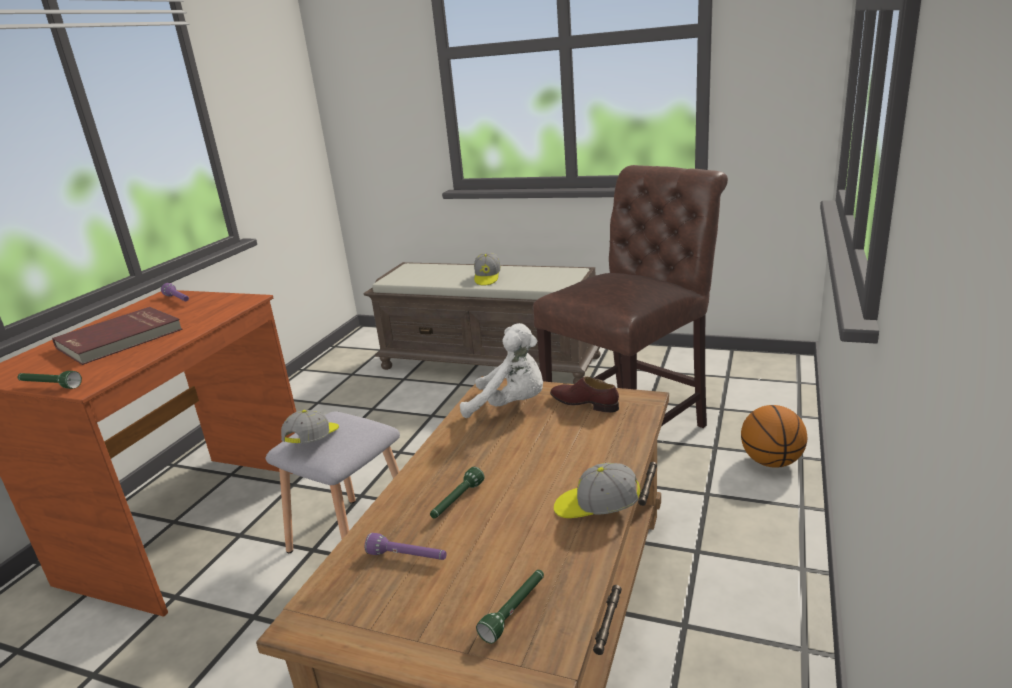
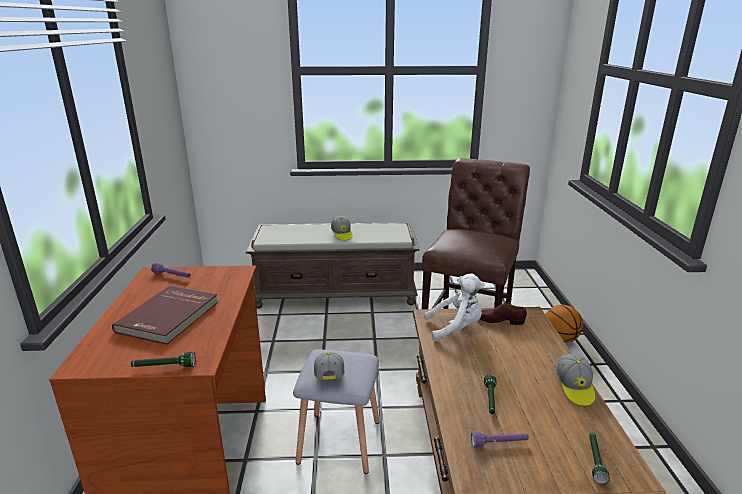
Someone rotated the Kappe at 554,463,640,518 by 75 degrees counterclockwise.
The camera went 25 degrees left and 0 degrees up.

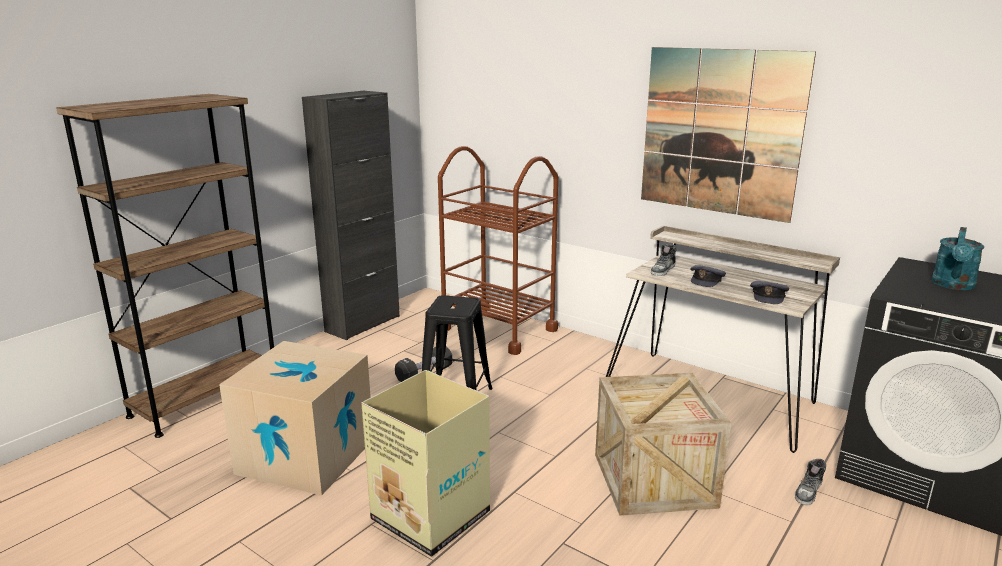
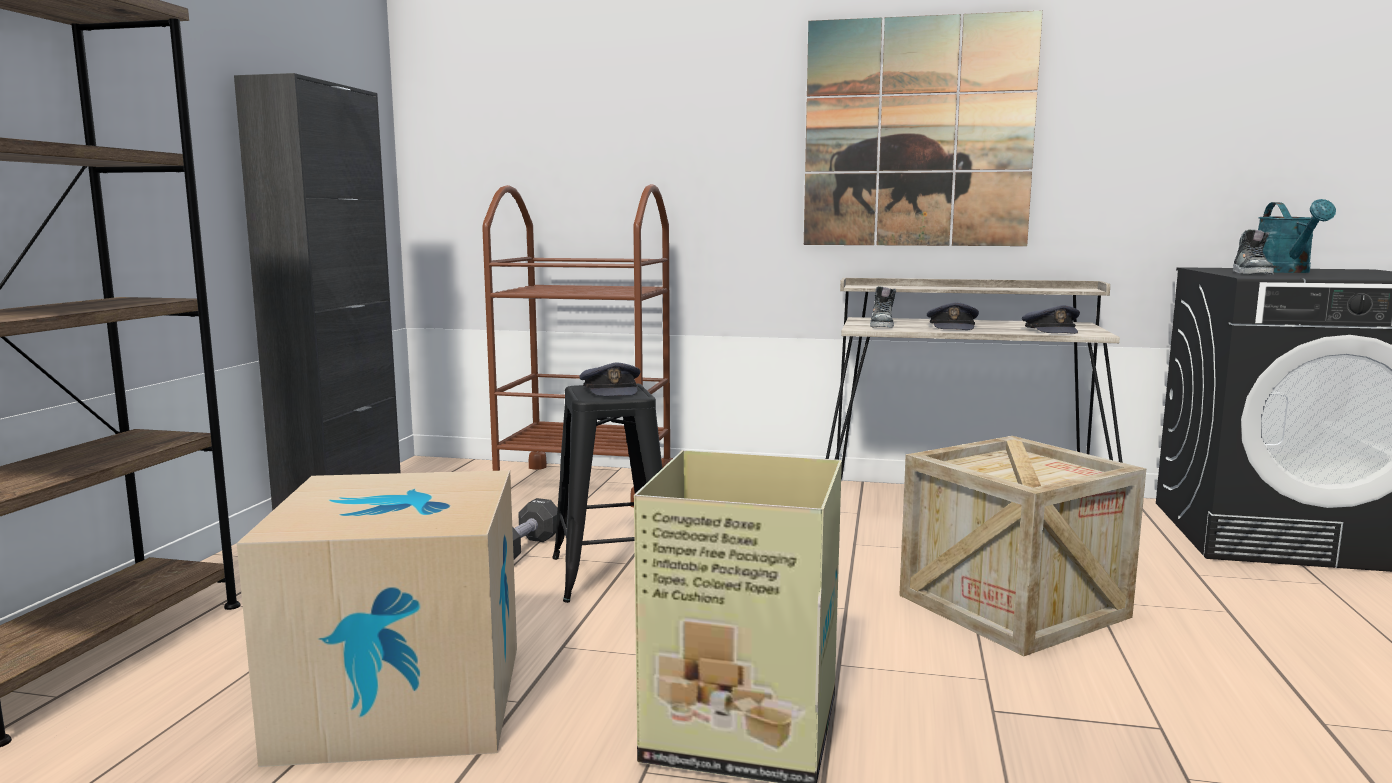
Someone put down the Kappe (grau) at 580,363,640,396.
Someone carried the Schuh from 795,459,826,505 to 1233,229,1274,275.
The camera went 25 degrees left and 10 degrees down.

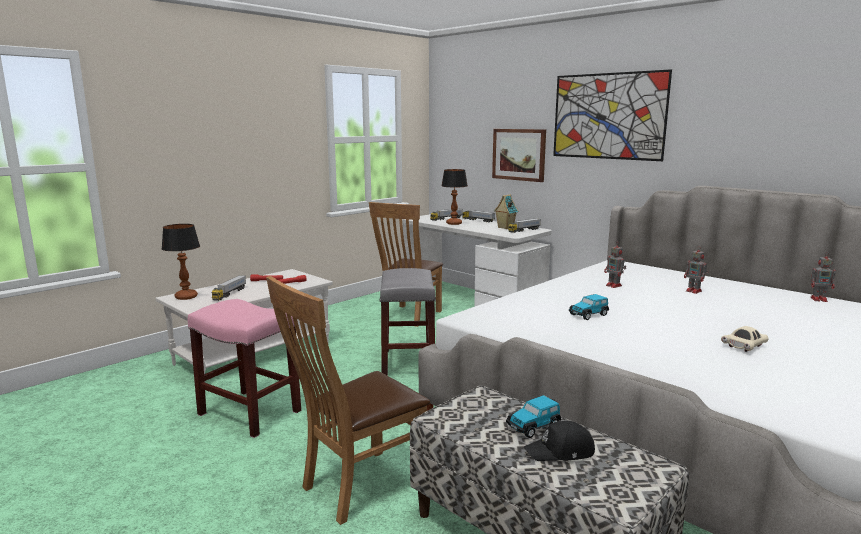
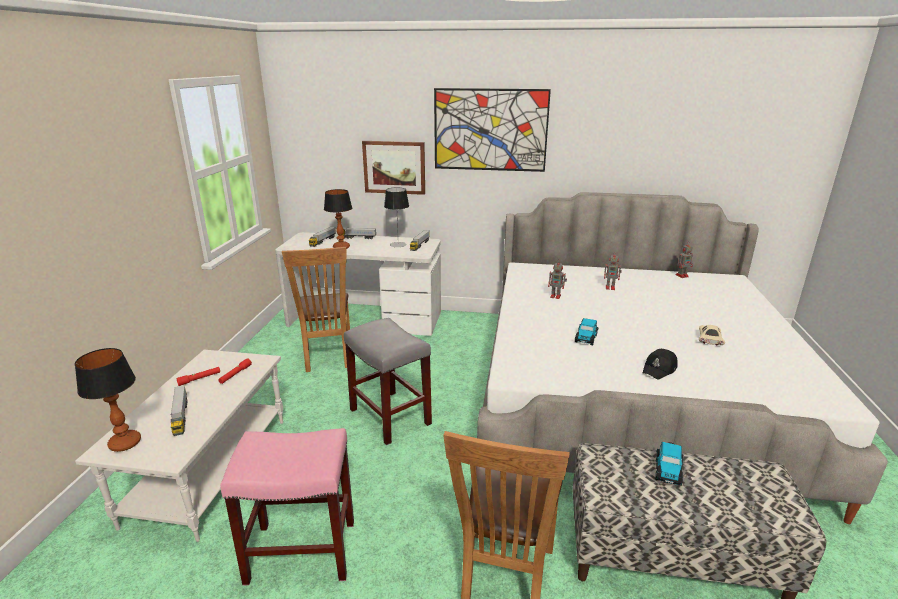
Someone swapped the Spielzeughaus at 494,194,518,229 for the Tischlampe at 384,187,409,247.
Someone carried the Kappe (schwarz) from 524,421,595,461 to 643,349,678,379.
The camera went 35 degrees left and 10 degrees up.

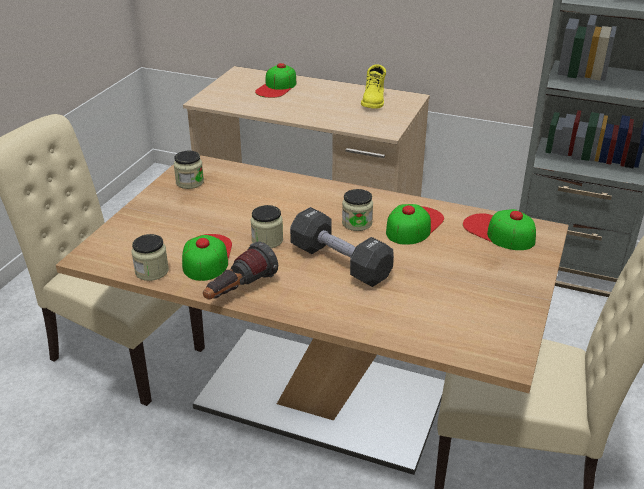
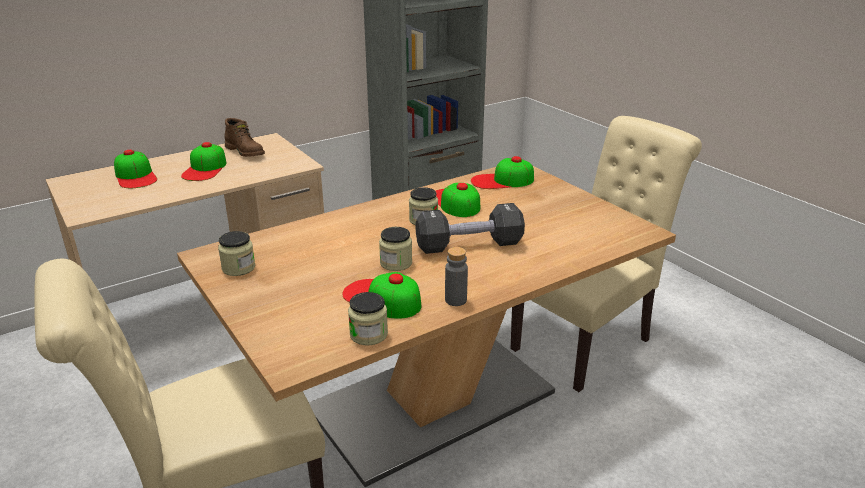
Someone put down the Kappe at 181,142,226,181.
Someone repainted the Stiefel (gelb) at 361,64,386,109, which became the Stiefel (braun) at 225,118,265,157.
Someone swapped the Taschenlampe at 203,241,278,300 for the Flasche (grau) at 445,247,468,306.
The camera went 55 degrees left and 5 degrees down.

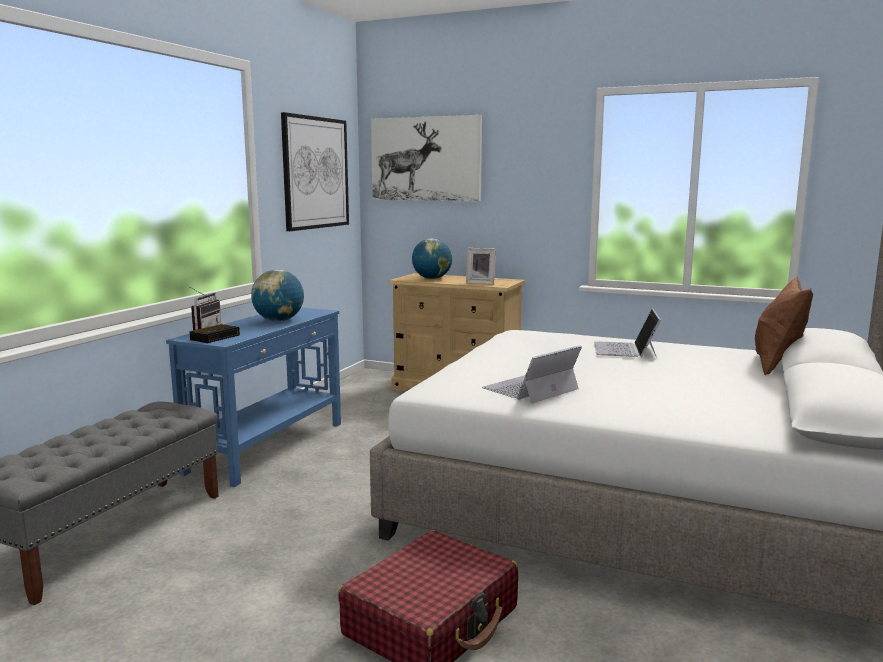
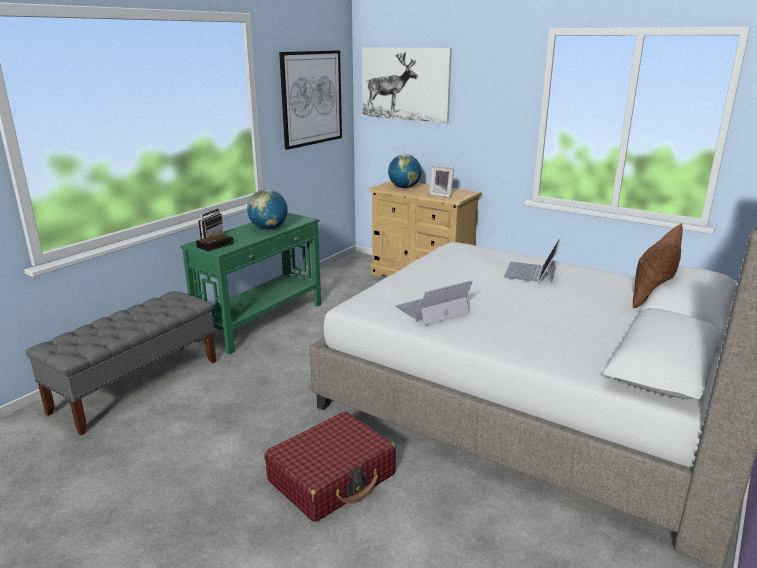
Someone repainted the Konsolentisch (blau) at 166,307,341,487, which became the Konsolentisch (grün) at 180,213,321,355.
The camera went 10 degrees right and 10 degrees up.

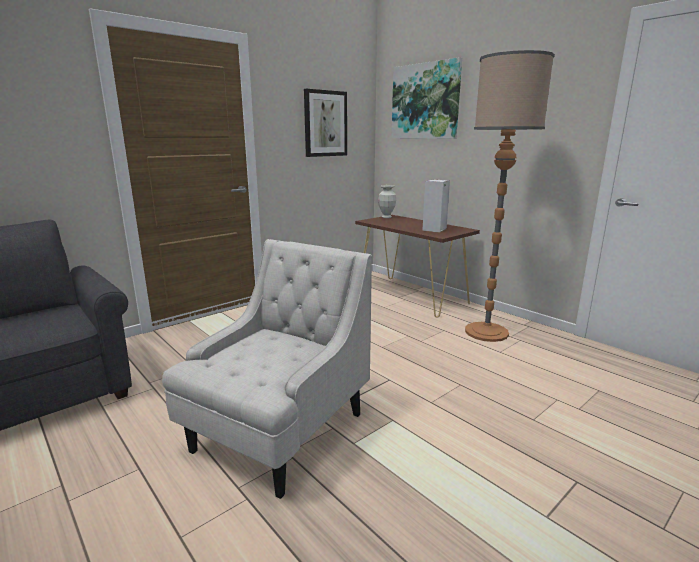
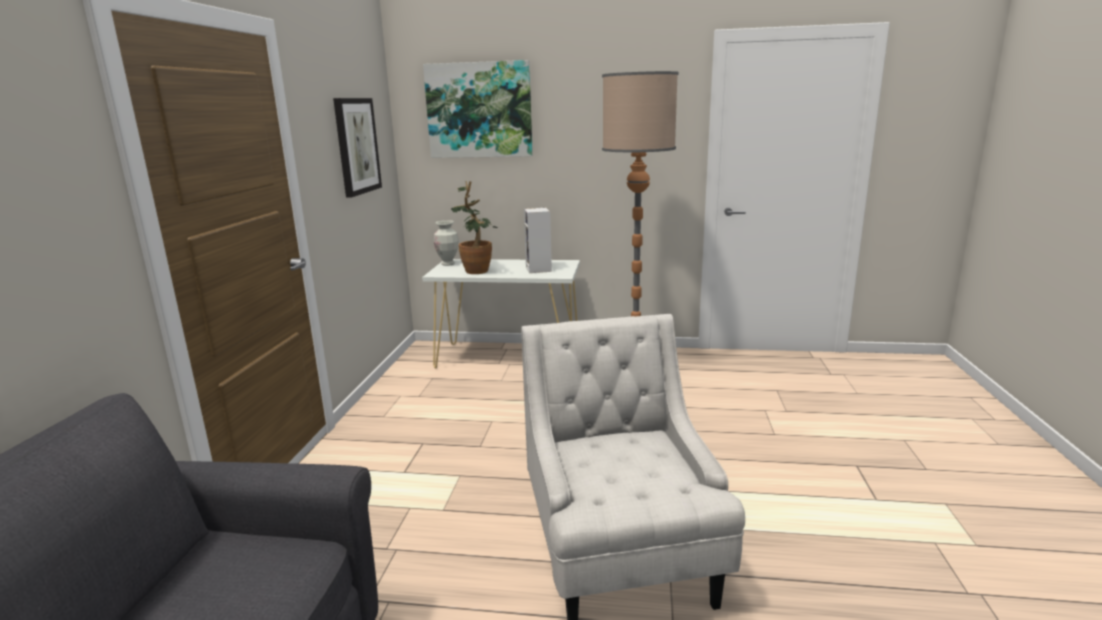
Someone repainted the Konsolentisch (braun) at 355,215,480,318, which became the Konsolentisch (weiß) at 422,259,580,369.
Someone put down the Topfpflanze at 451,181,498,274.
The camera went 40 degrees left and 0 degrees up.

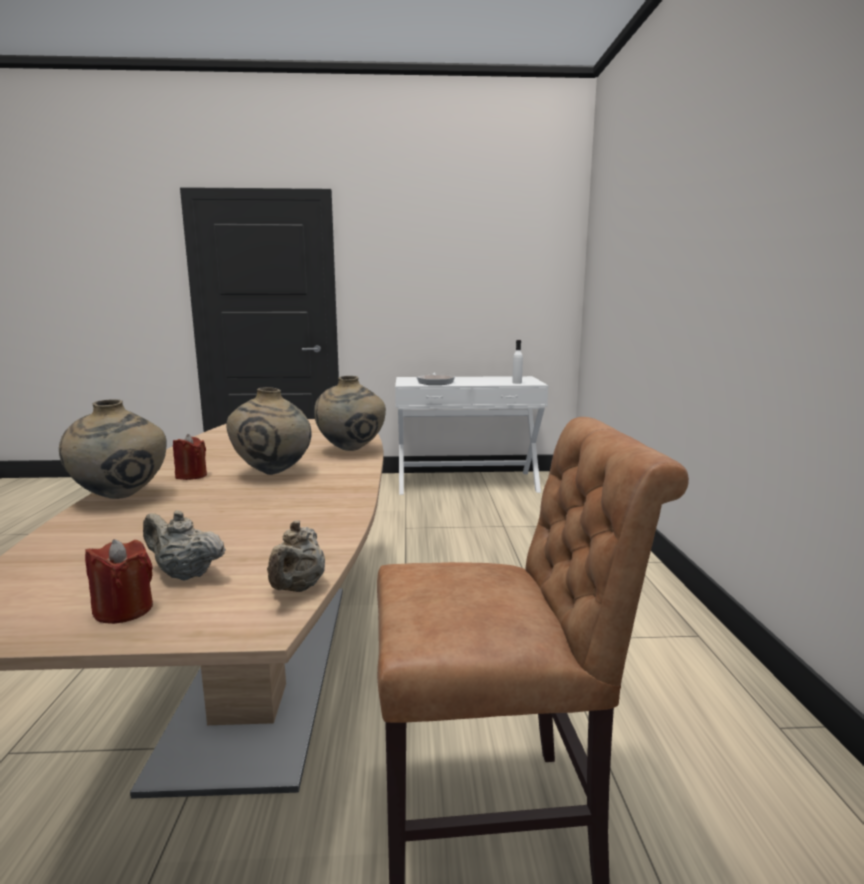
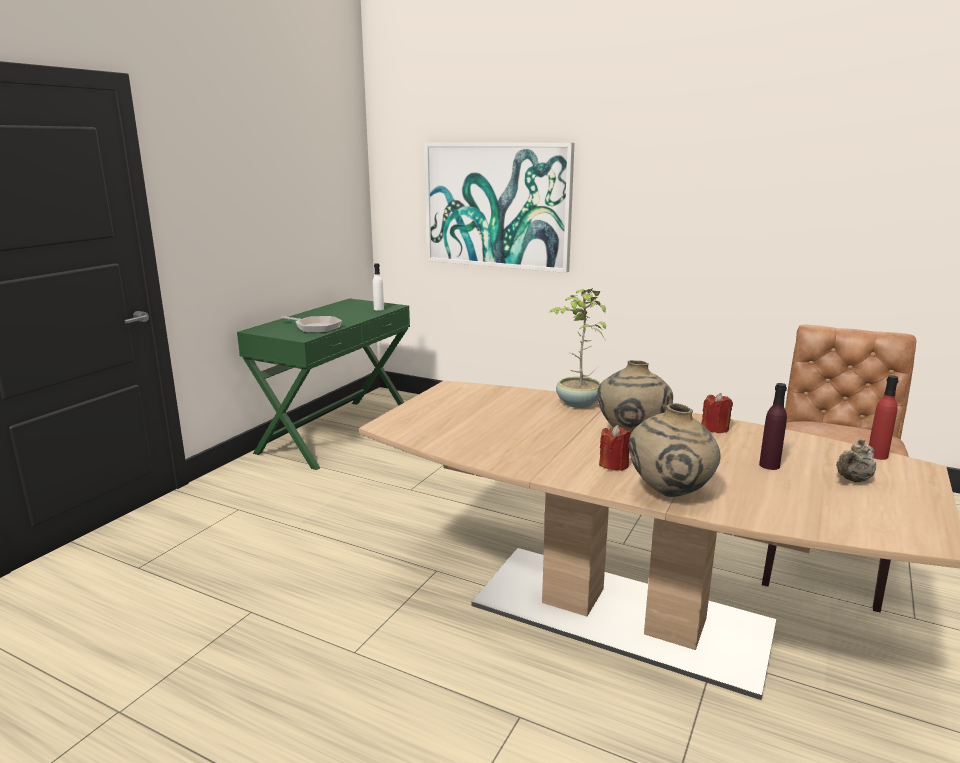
Someone repainted the Konsolentisch (weiß) at 395,376,548,495, which became the Konsolentisch (grün) at 237,298,410,470.
Someone put up the Bild at 424,143,574,273.
Someone swapped the Vase (beige) at 314,376,386,451 for the Topfpflanze at 550,288,606,408.
Someone carried the Kerze (rot) from 85,539,153,624 to 701,393,733,433.
Someone put down the Flasche (lila) at 759,383,787,470.
Someone swapped the Teekanne (beige) at 267,520,325,592 for the Flasche (rot) at 869,375,899,460.
The camera went 60 degrees left and 5 degrees up.

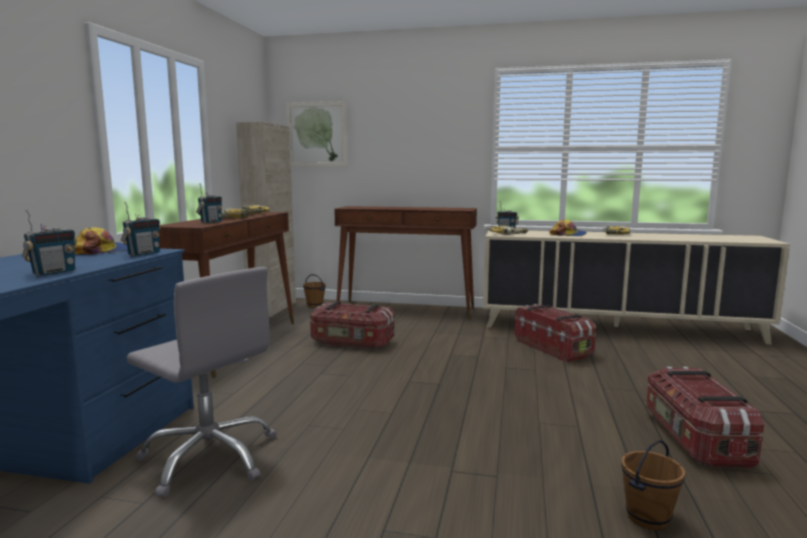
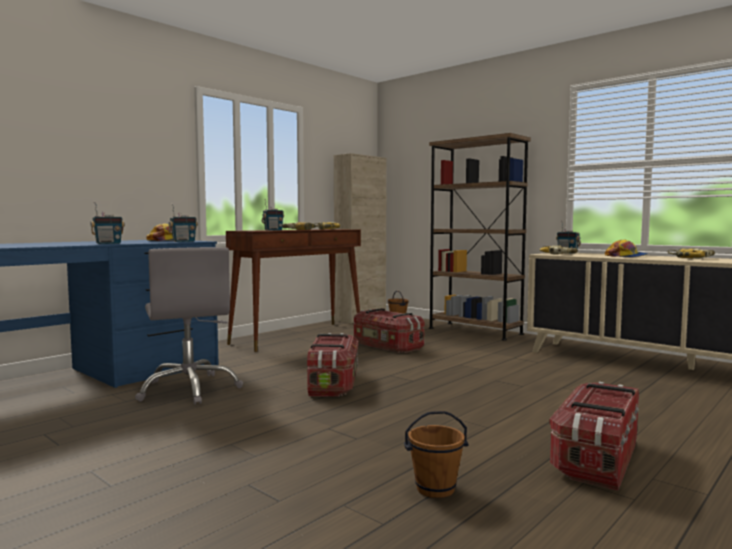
Someone carried the Aufbewahrungsbox from 514,304,596,362 to 307,333,359,397.
Someone swapped the Konsolentisch (braun) at 334,206,477,319 for the Bücherregal (braun) at 429,133,531,341.
Someone took away the Bild at 286,101,348,167.
The camera went 30 degrees right and 5 degrees down.

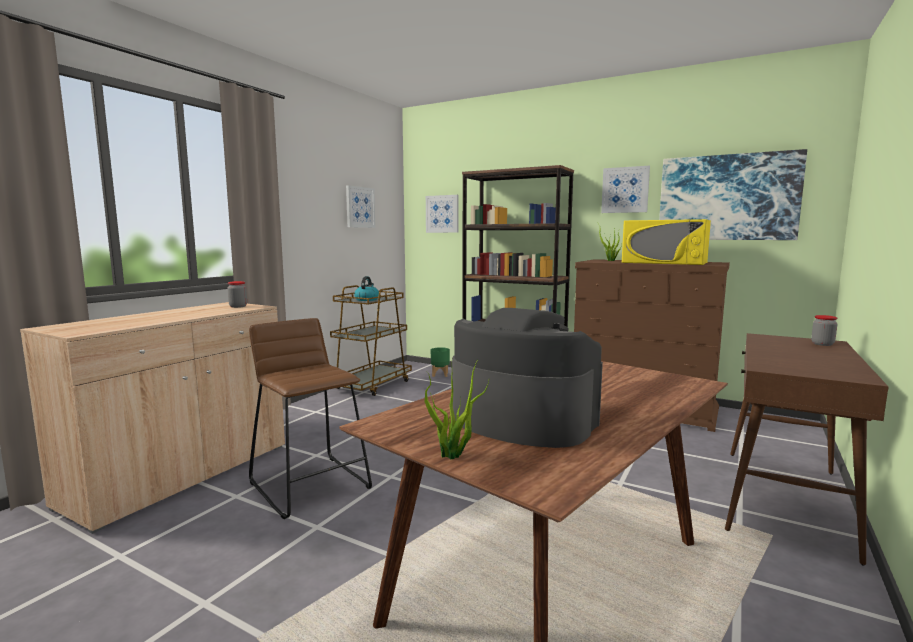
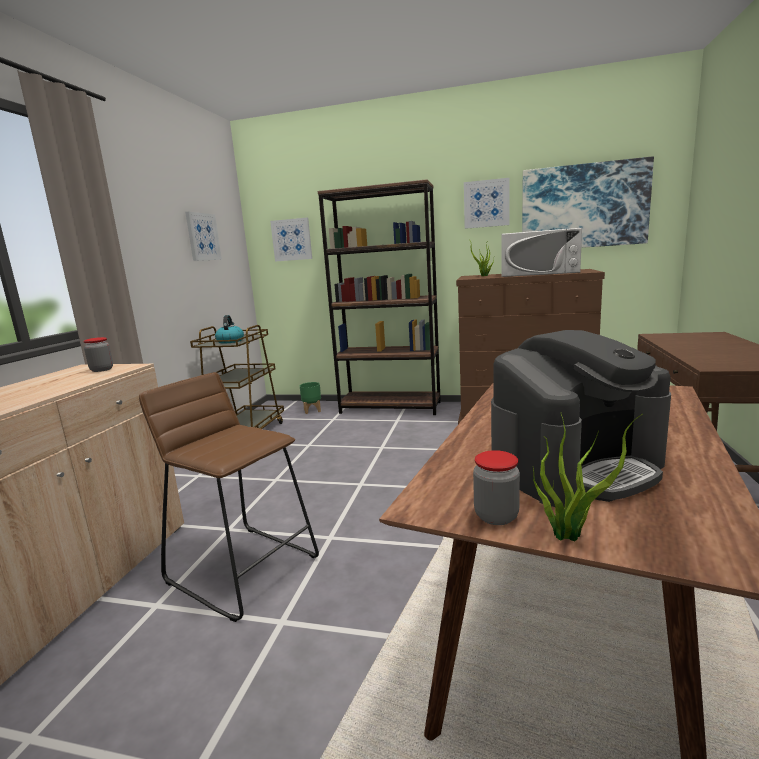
Someone carried the Vorratsglas from 811,315,838,346 to 473,450,520,525.
Someone rotated the Kaffeemaschine at 452,308,603,448 by 135 degrees clockwise.
Someone repainted the Mikrowelle (gelb) at 622,219,711,265, which became the Mikrowelle (weiß) at 501,228,582,277.
The camera went 15 degrees left and 5 degrees up.

